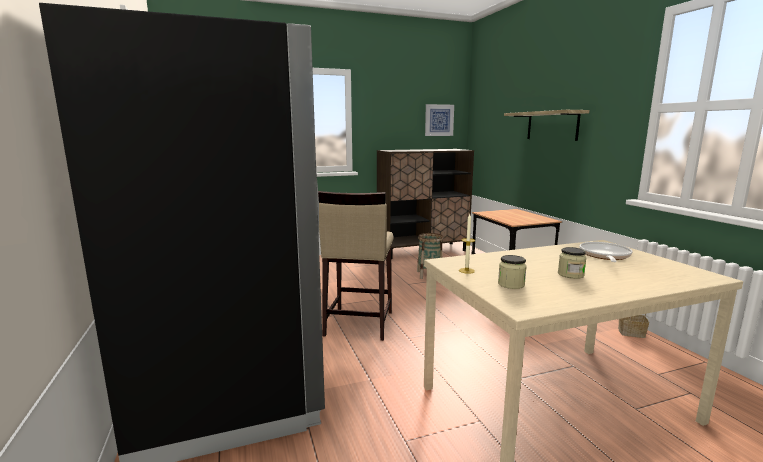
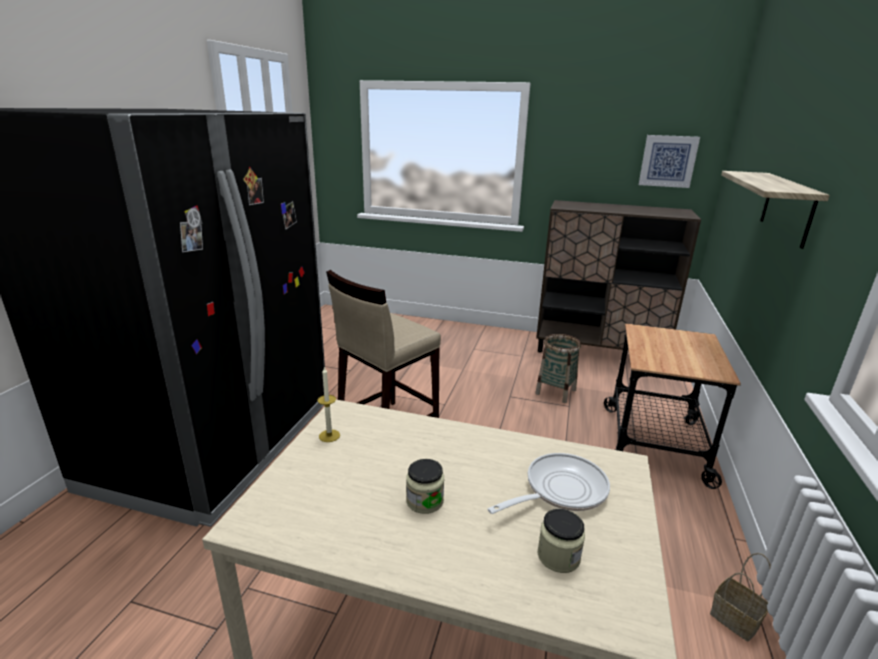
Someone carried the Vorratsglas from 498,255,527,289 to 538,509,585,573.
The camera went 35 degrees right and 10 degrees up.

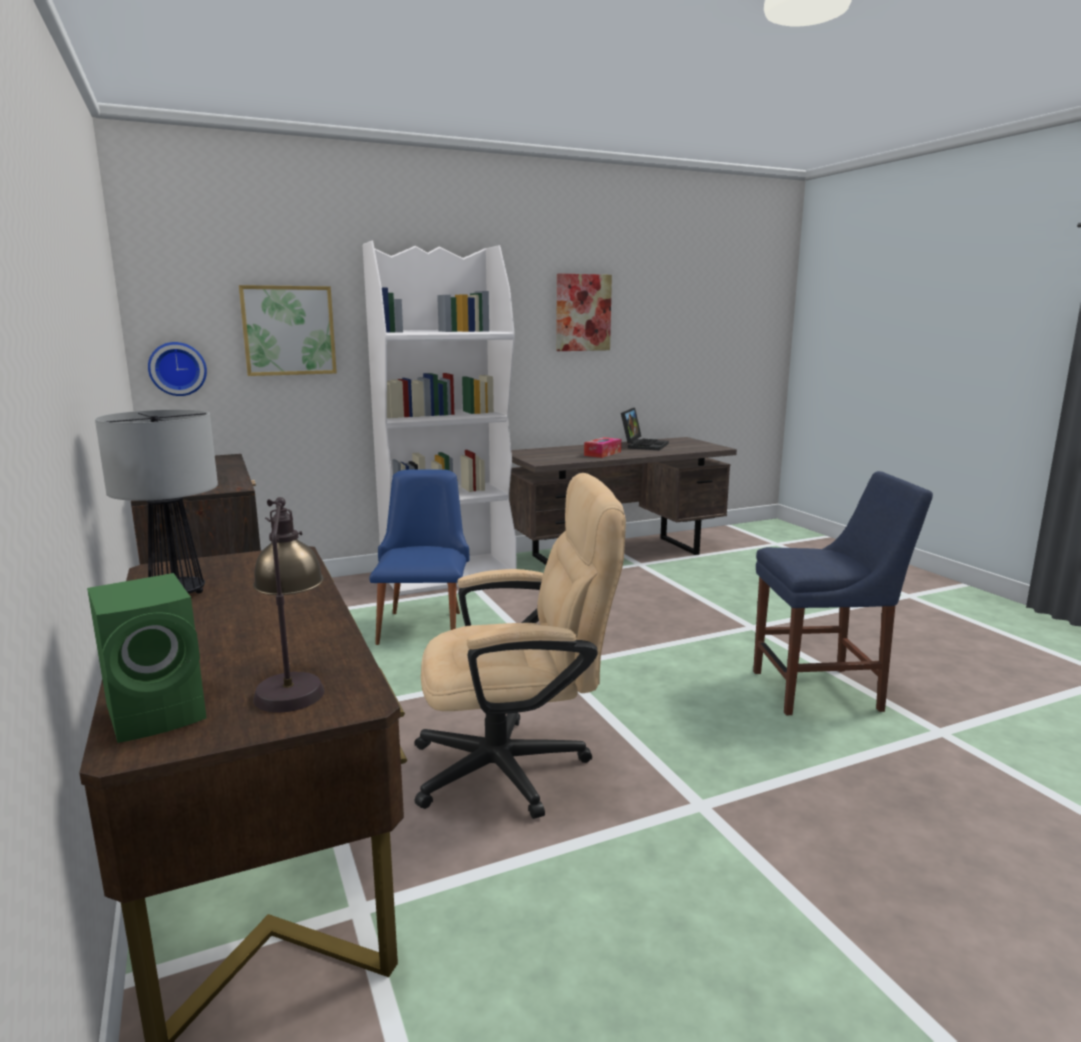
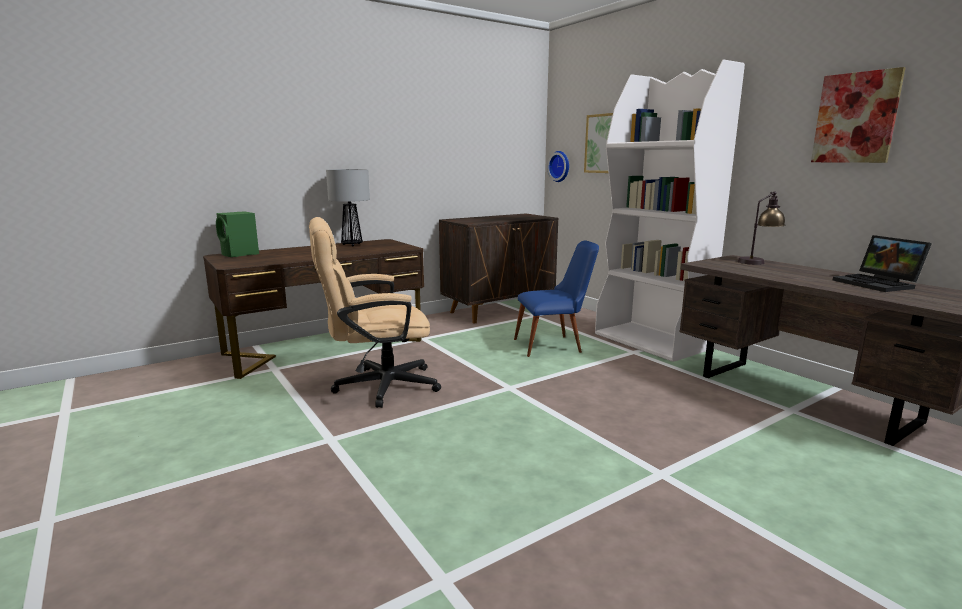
Someone rotated the Bürostuhl (beige) at 414,473,626,819 by 90 degrees clockwise.
Someone carried the Tischlampe from 253,497,324,712 to 737,191,785,265.
Someone rotated the Laptop at 621,408,669,451 by 60 degrees clockwise.
Someone took away the Taschentuchbox at 584,437,621,458.
Someone took away the Stuhl (blau) at 753,471,933,715.
The camera went 80 degrees right and 0 degrees up.

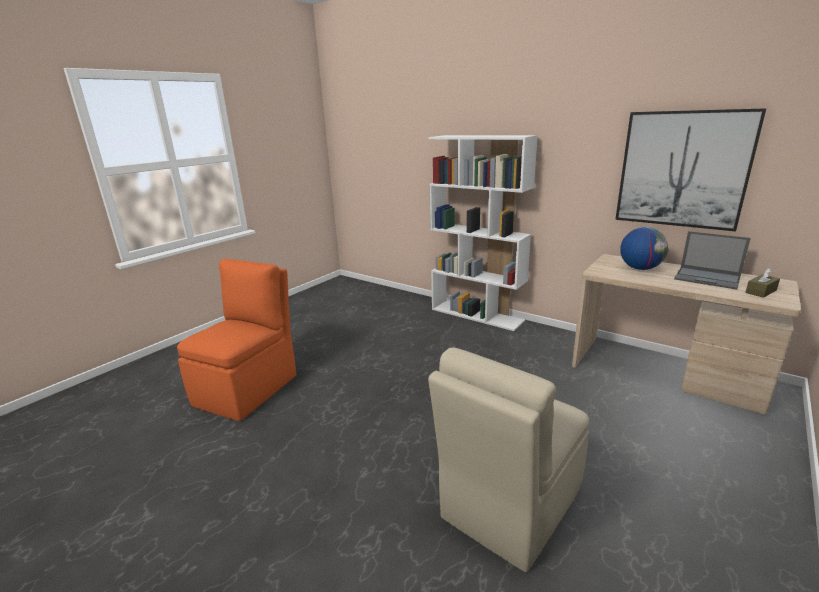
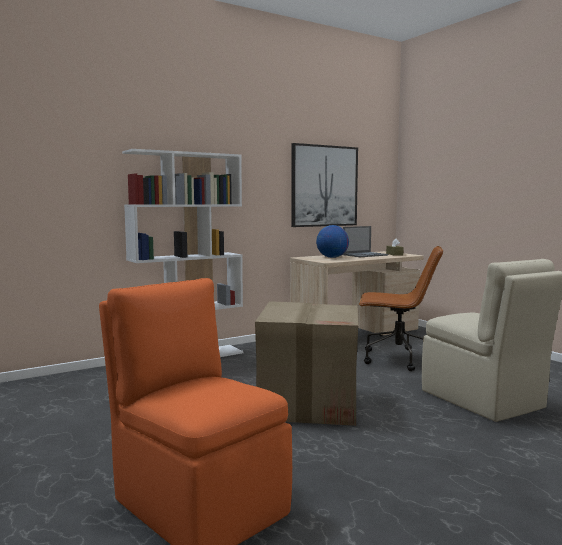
Someone put down the Karton at 255,301,358,426.
Someone put down the Bürostuhl (braun) at 359,246,443,371.
The camera went 70 degrees left and 15 degrees down.

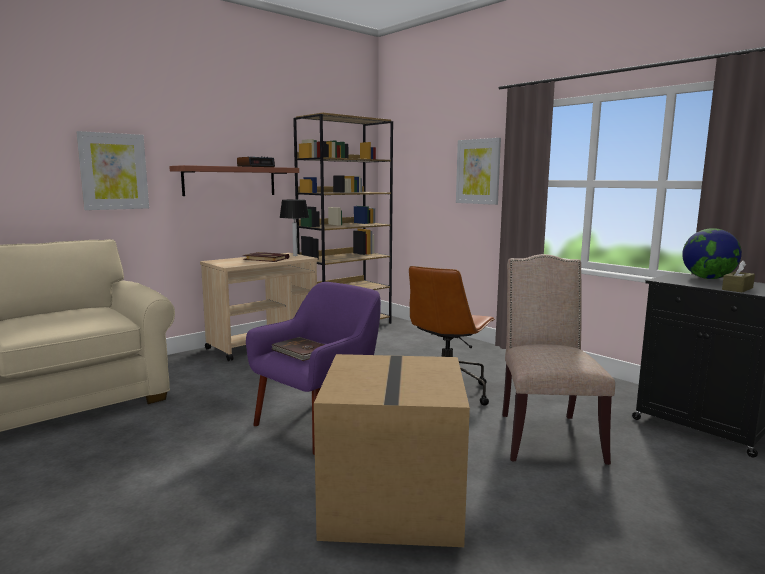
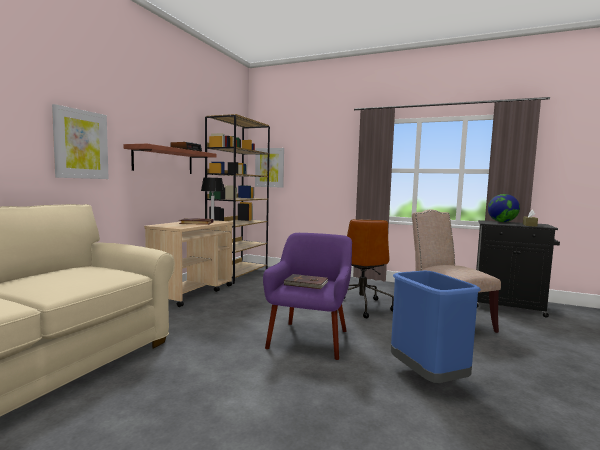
Someone carried the Bild from 456,138,501,205 to 255,148,284,188.
Someone swapped the Karton at 314,354,470,547 for the Mülleimer (blau) at 391,271,481,383.
The camera went 25 degrees left and 5 degrees down.

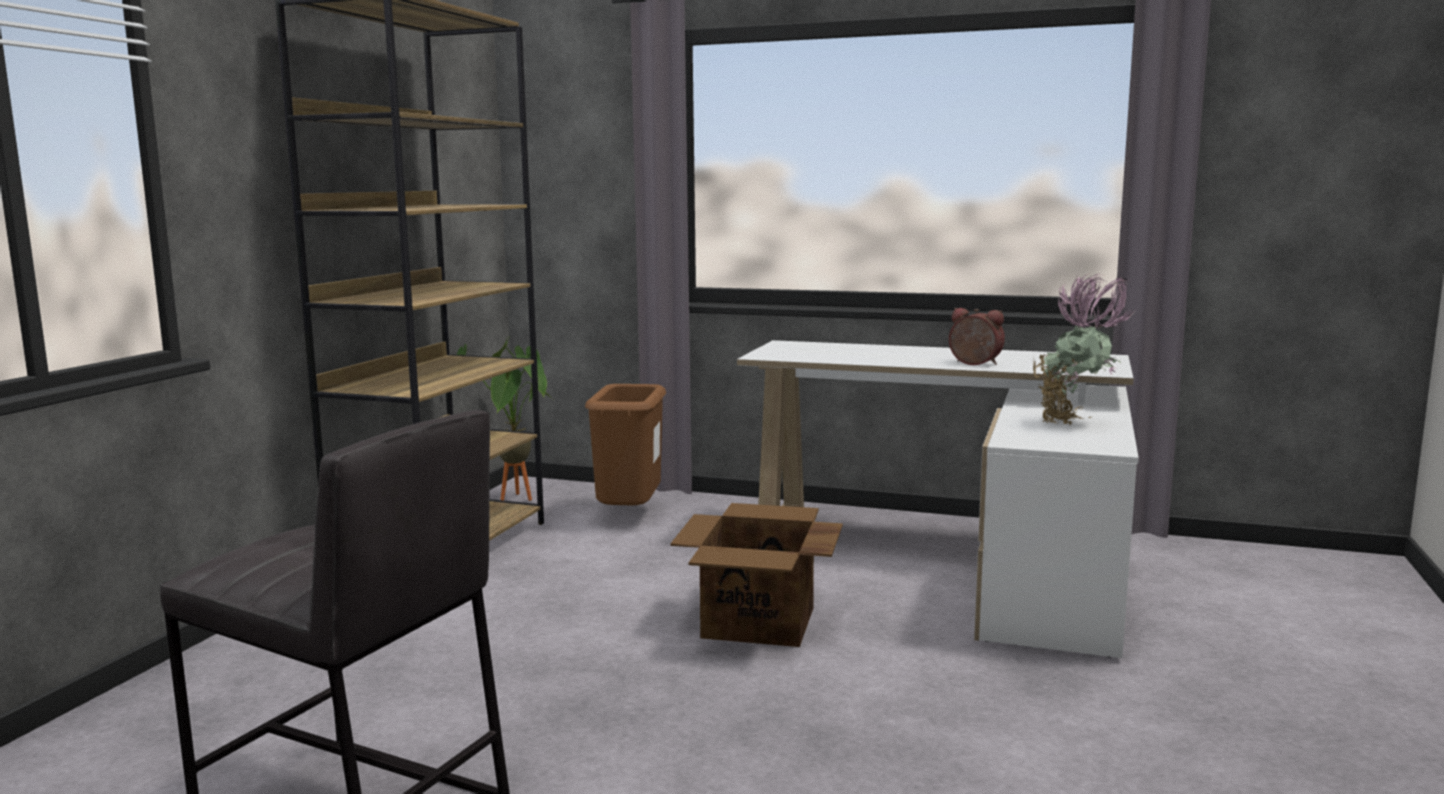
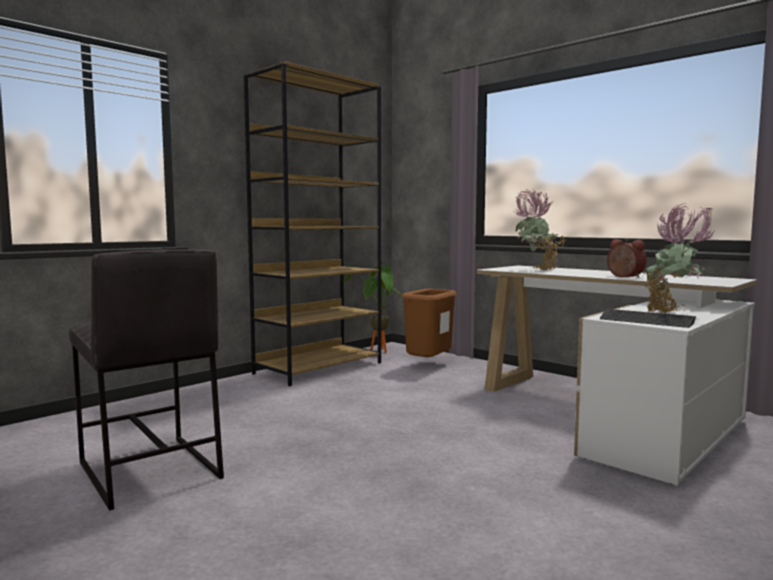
Someone put down the Topfpflanze at 515,189,566,270.
Someone put down the Tastatur at 600,309,696,328.
Someone took away the Karton at 671,503,843,647.
The camera went 25 degrees right and 5 degrees down.

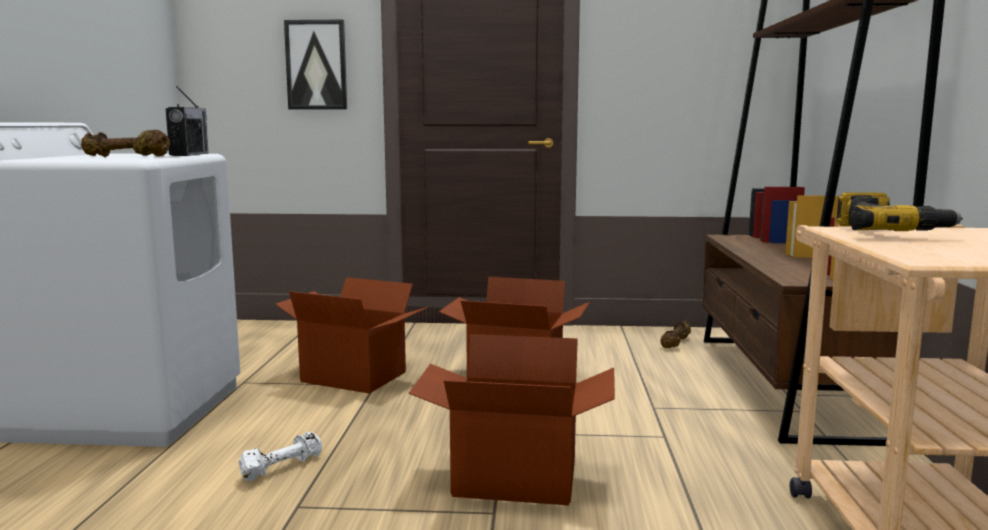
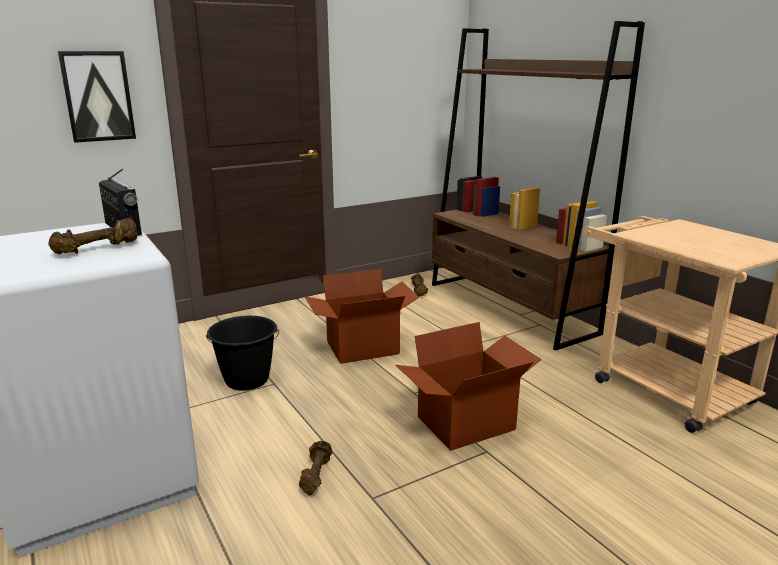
Someone swapped the Karton at 275,277,428,394 for the Eimer (schwarz) at 206,316,279,391.
Someone repainted the Hantel (weiß) at 238,432,322,481, which became the Hantel (braun) at 299,441,332,495.
Someone took away the Bohrmaschine at 836,192,963,231.
The camera went 35 degrees left and 10 degrees up.

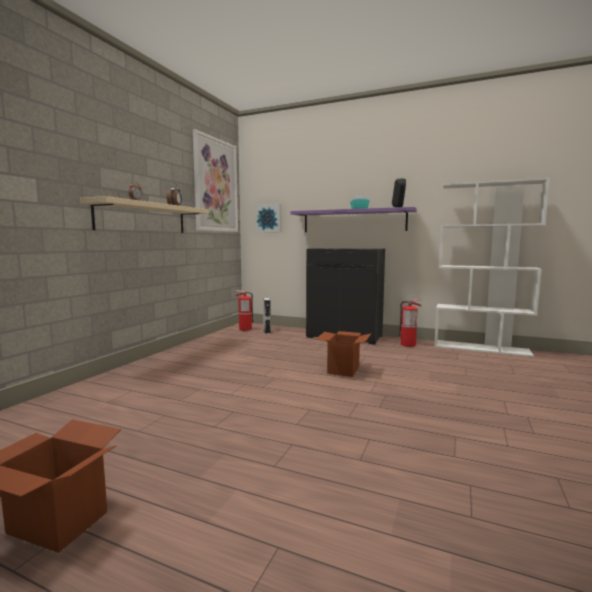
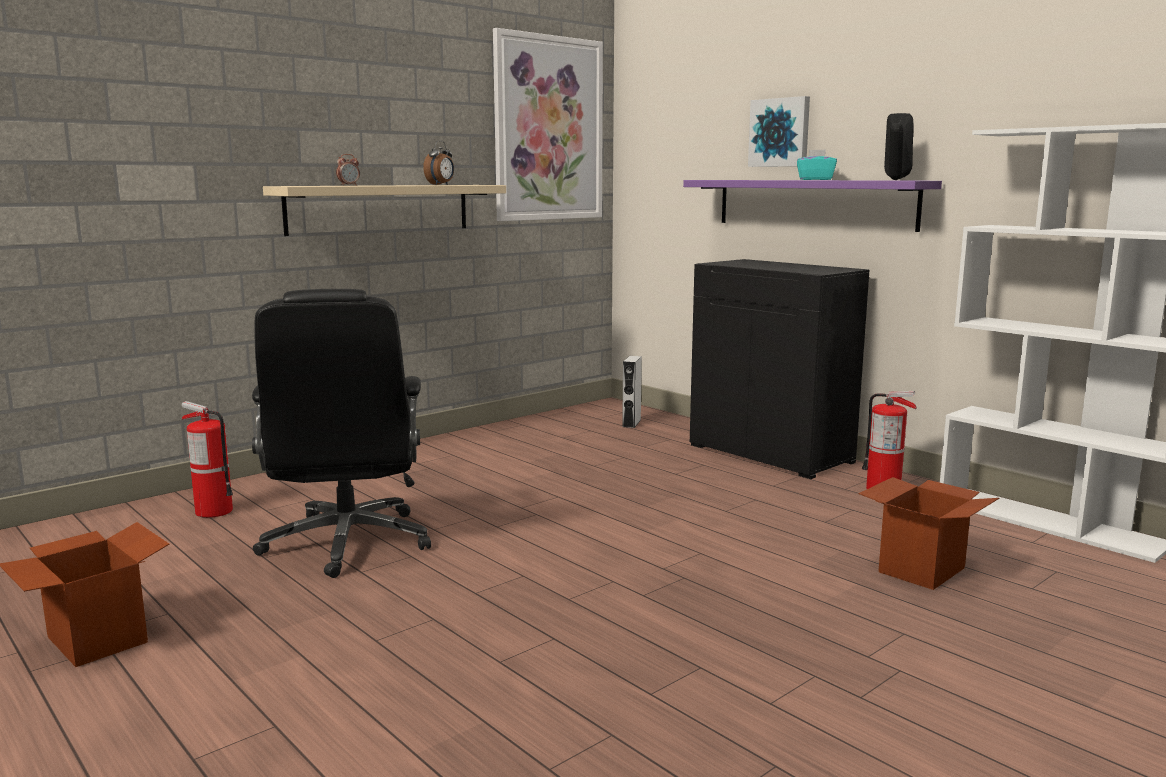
Someone carried the Feuerlöscher from 236,290,254,331 to 181,401,233,518.
Someone put down the Bürostuhl (schwarz) at 252,289,431,578.
Someone carried the Bild from 255,204,281,233 to 748,96,810,167.
Someone carried the Karton from 316,331,372,377 to 859,477,1000,590.
The camera went 25 degrees right and 5 degrees up.

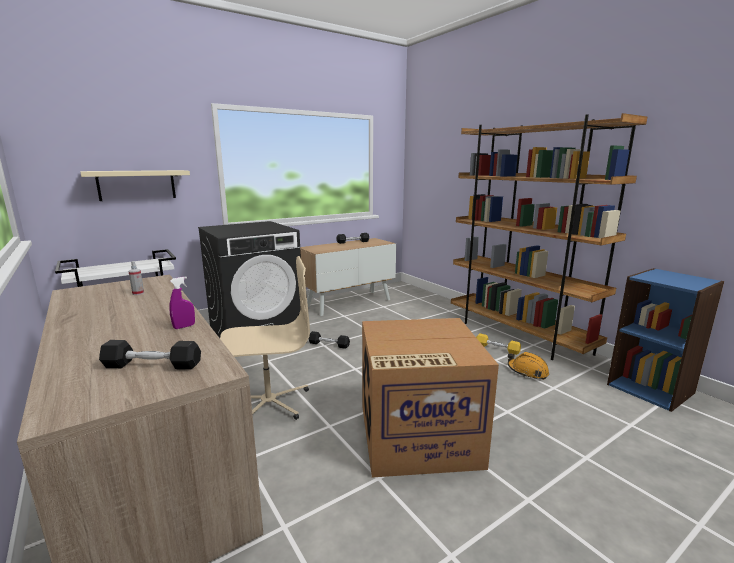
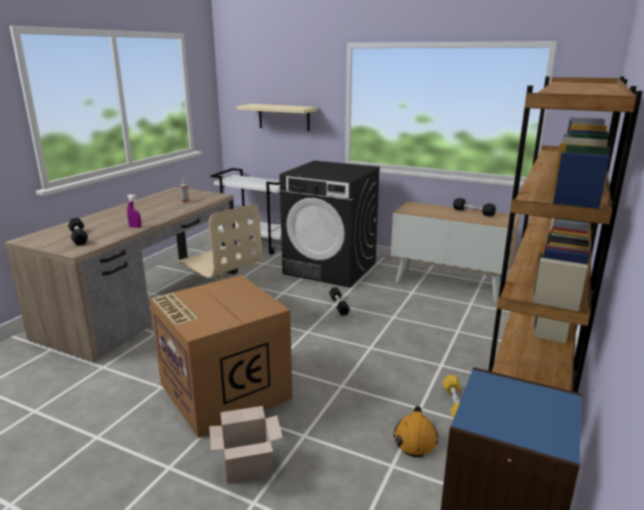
Someone put down the Karton at 209,406,283,484.
The camera went 60 degrees right and 5 degrees up.

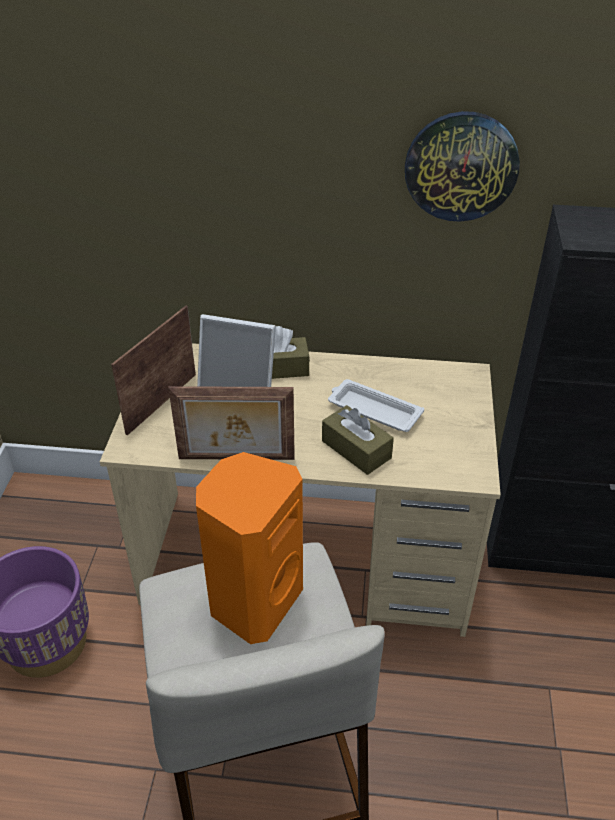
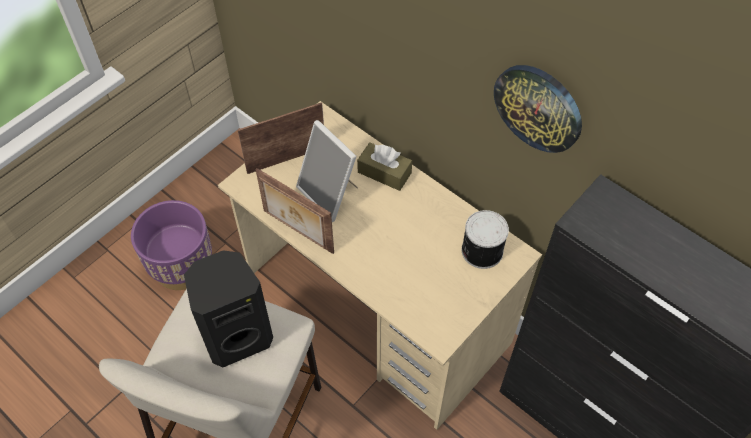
Someone repainted the Lautsprecher (orange) at 196,452,303,644, which became the Lautsprecher (schwarz) at 184,250,273,367.
Someone put down the Dose at 462,210,509,269.
Someone took away the Taschentuchbox (braun) at 322,405,394,475.
Someone took away the Tablett (weiß) at 328,379,424,432.
The camera went 35 degrees right and 15 degrees up.

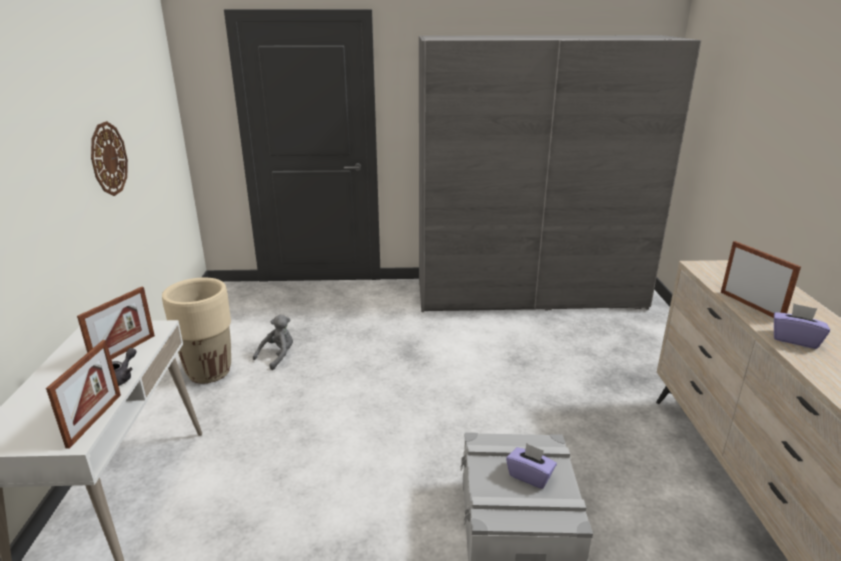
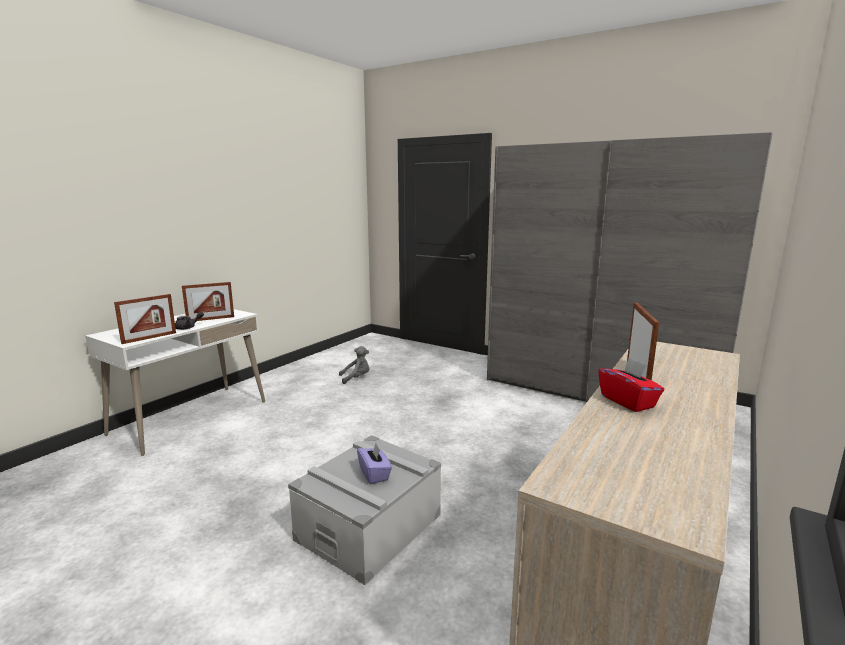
Someone repainted the Taschentuchbox (lila) at 774,303,830,349, which became the Taschentuchbox (rot) at 598,358,664,412.
Someone took away the Wanduhr at 91,121,128,196.
Someone took away the Pflanzkübel (beige) at 162,278,231,383.
The camera went 35 degrees right and 10 degrees down.

